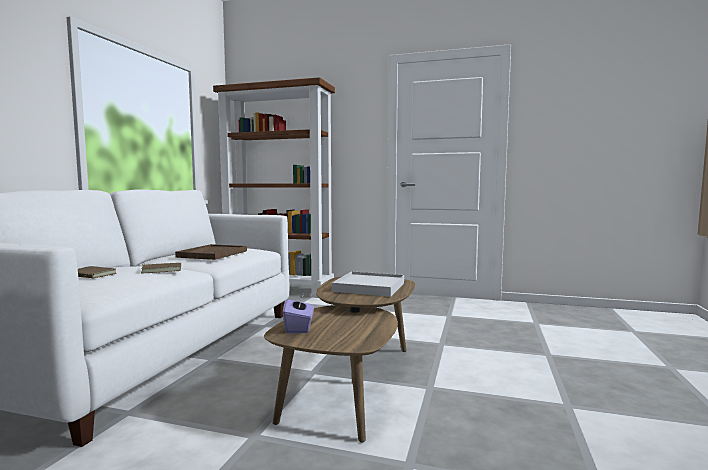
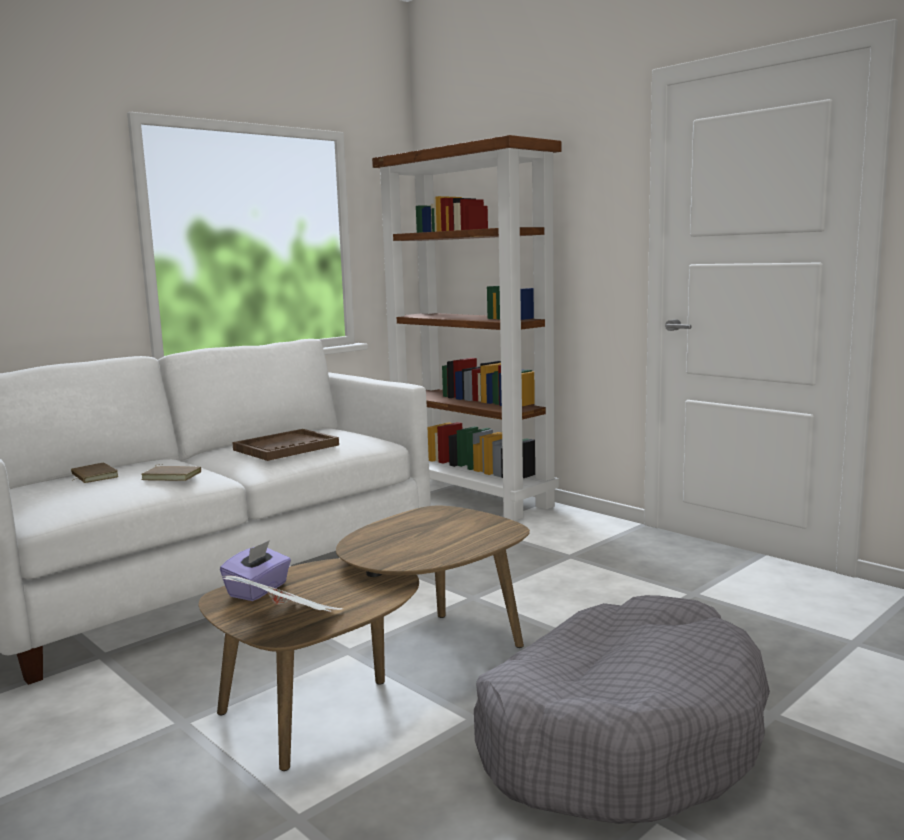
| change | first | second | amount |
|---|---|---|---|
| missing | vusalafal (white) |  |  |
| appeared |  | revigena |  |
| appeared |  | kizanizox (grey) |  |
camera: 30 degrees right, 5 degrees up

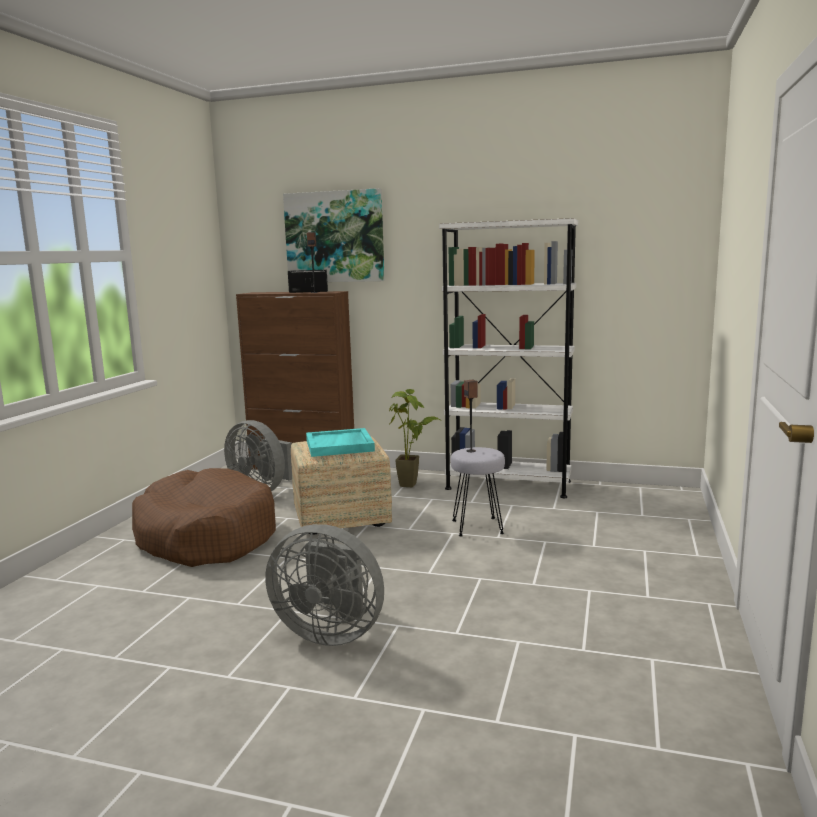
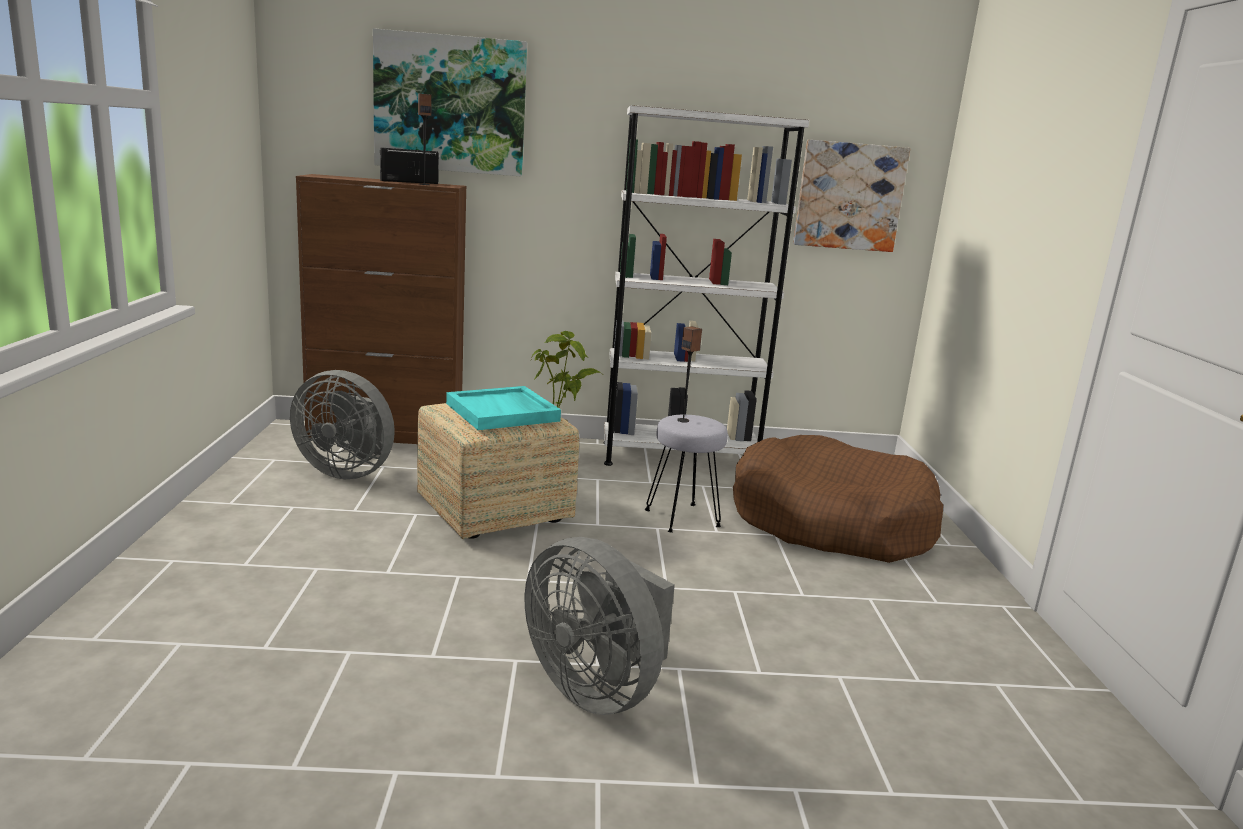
| change | first | second | amount |
|---|---|---|---|
| appeared |  | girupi (no. 2 from left) |  |
| relocated | kizanizox (brown) |  |  |
| spun | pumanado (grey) (no. 2 from left) |  | 45 degrees clockwise |
camera: 20 degrees left, 5 degrees up

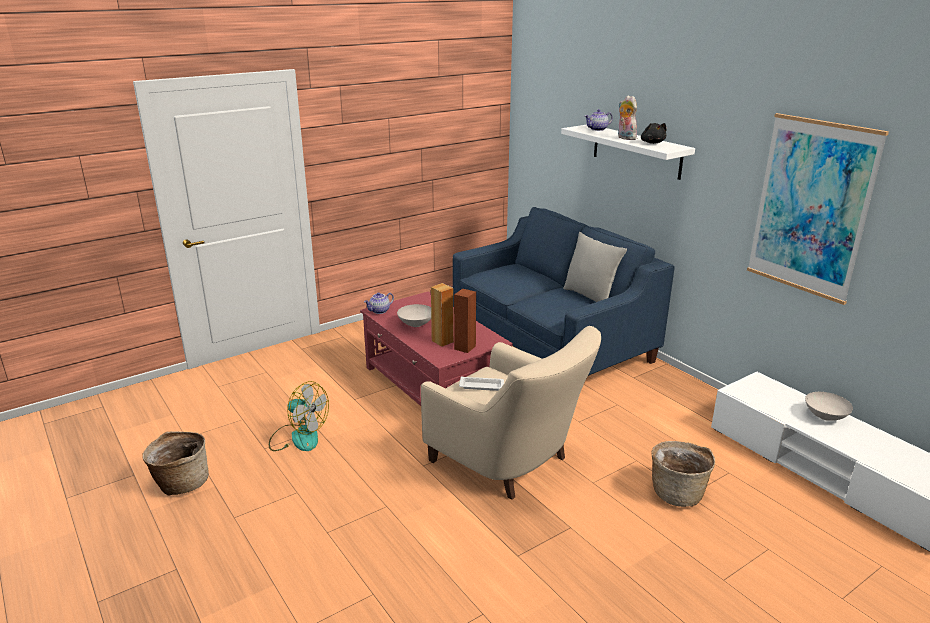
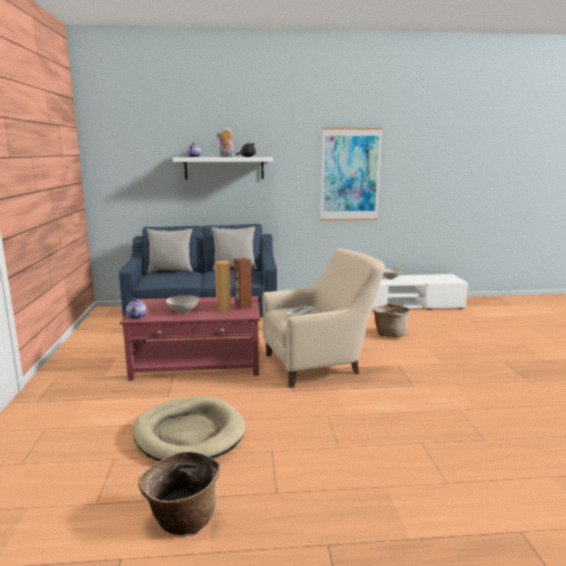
| change | first | second | amount |
|---|---|---|---|
| appeared |  | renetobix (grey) (no. 1 from left) |  |
| exchanged | pumanado | kizanizox (beige) |  |
camera: 60 degrees left, 10 degrees down

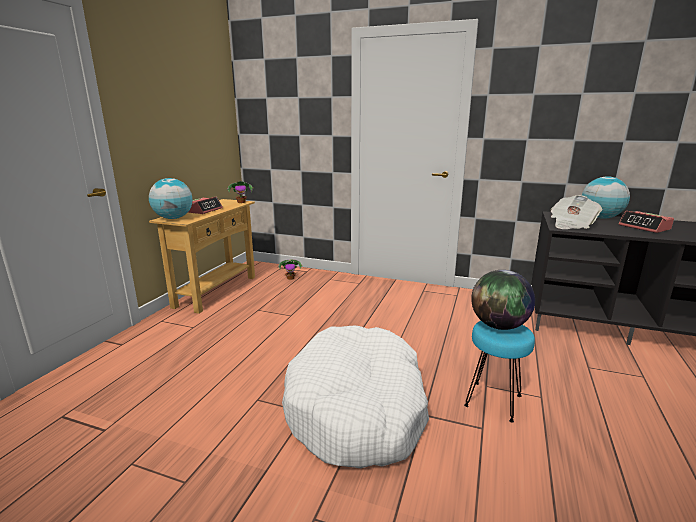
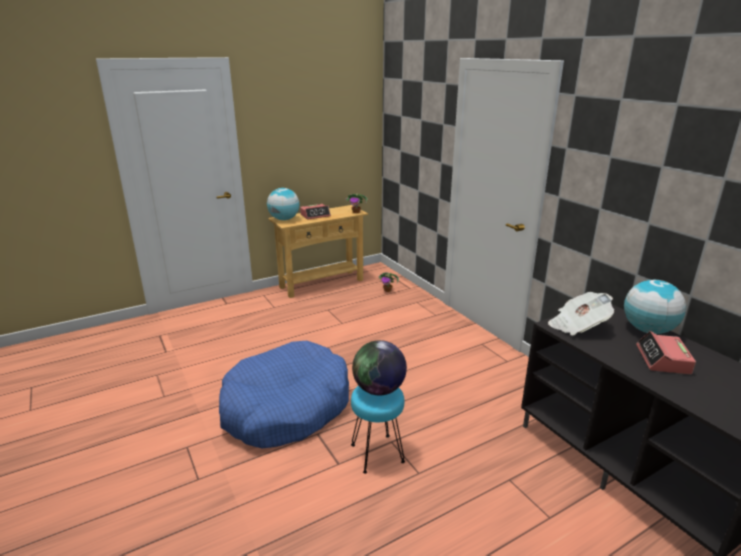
| change | first | second | amount |
|---|---|---|---|
| colour | kizanizox (white) | kizanizox (blue) |  |
camera: 40 degrees right, 5 degrees up

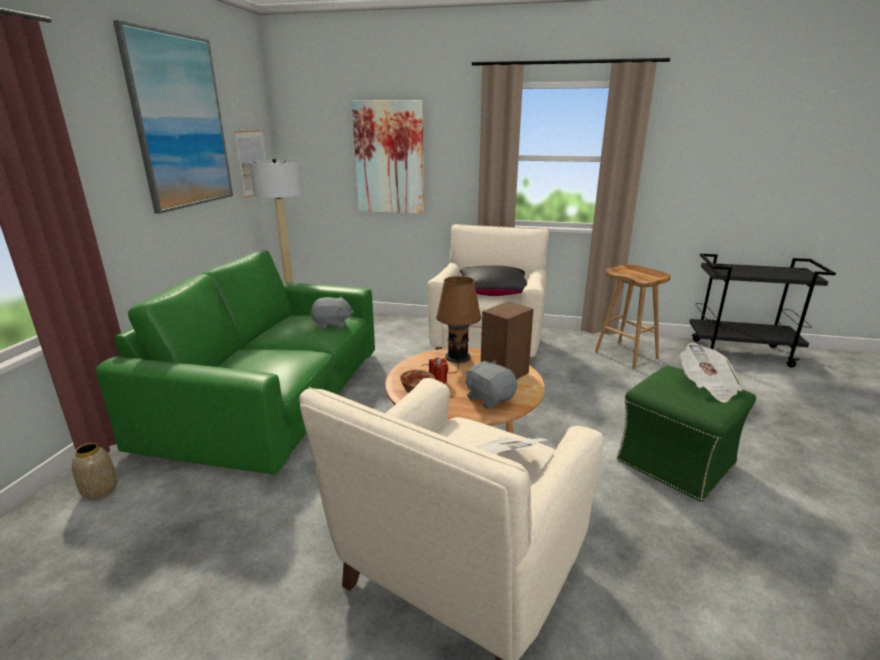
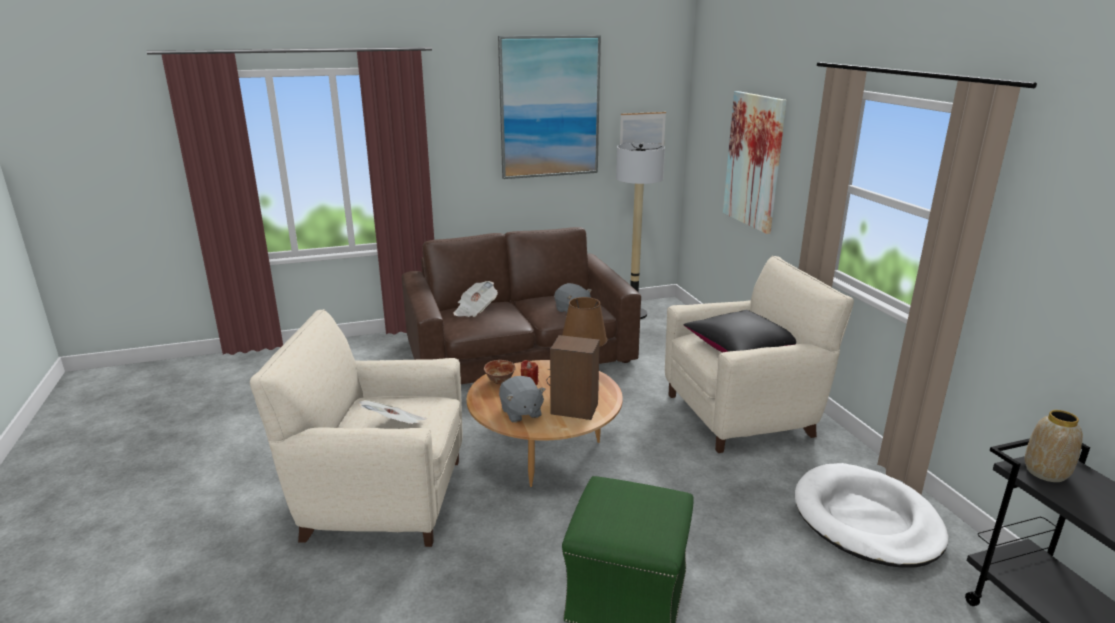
| change | first | second | amount |
|---|---|---|---|
| relocated | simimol |  |  |
| relocated | revigena (no. 2 from left) |  |  |
| exchanged | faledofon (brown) | kizanizox (white) |  |
| colour | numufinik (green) | numufinik (brown) |  |
| spun | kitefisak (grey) (no. 2 from left in the first image) | kitefisak (grey) (no. 1 from left) | 135 degrees clockwise |
camera: 60 degrees right, 0 degrees up

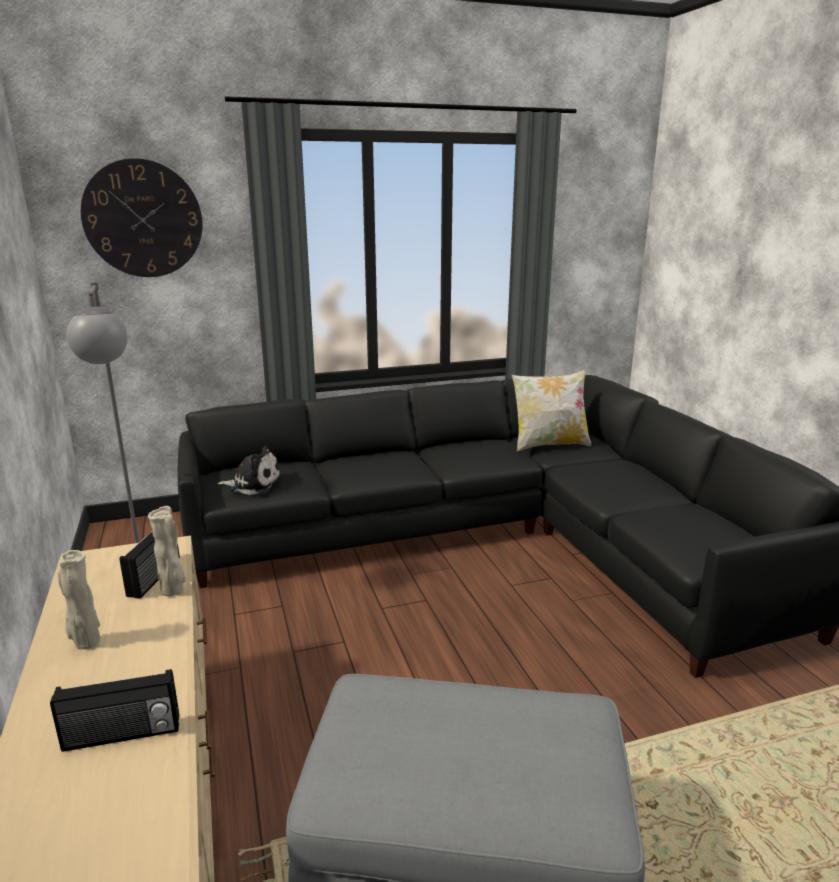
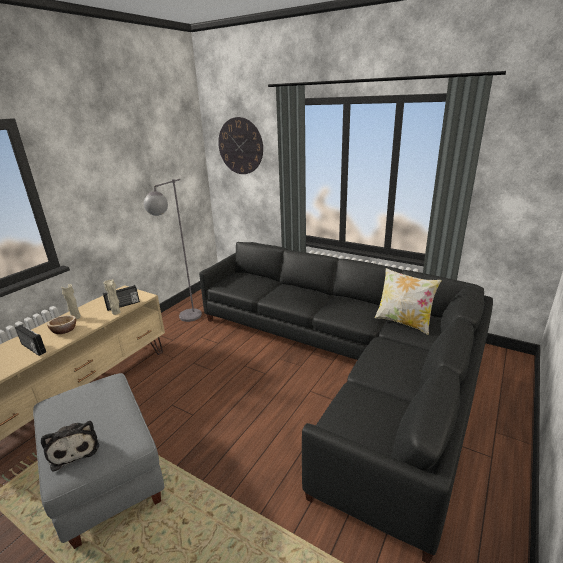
| change | first | second | amount |
|---|---|---|---|
| appeared |  | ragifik |  |
| relocated | kitefisak |  |  |
camera: 50 degrees right, 5 degrees up

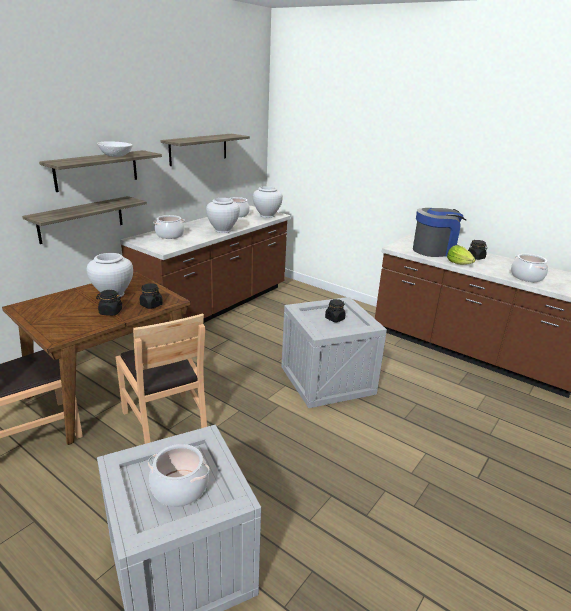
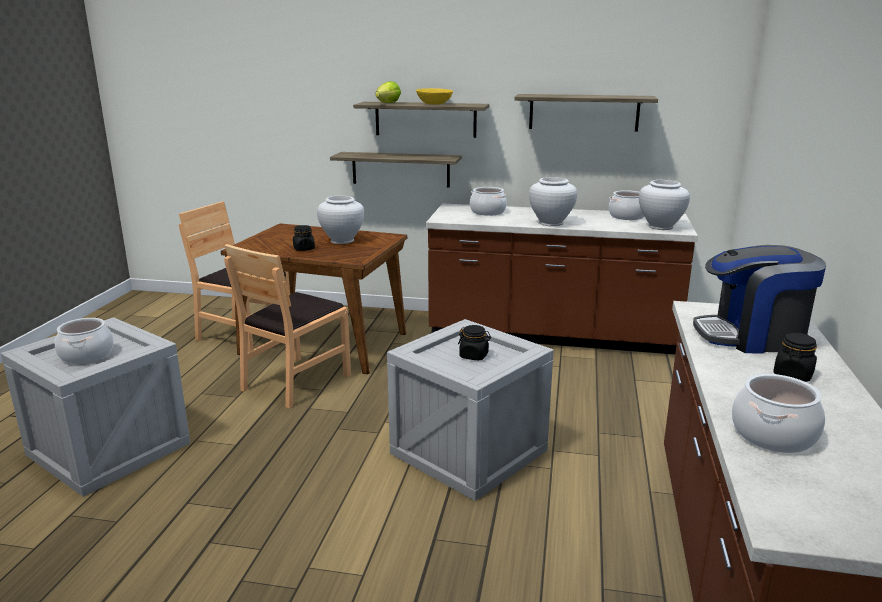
| change | first | second | amount |
|---|---|---|---|
| missing | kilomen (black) (no. 2 from left) |  |  |
| relocated | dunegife |  |  |
| colour | ragifik (white) | ragifik (yellow) |  |
| spun | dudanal |  | 135 degrees clockwise |
camera: 65 degrees right, 5 degrees down

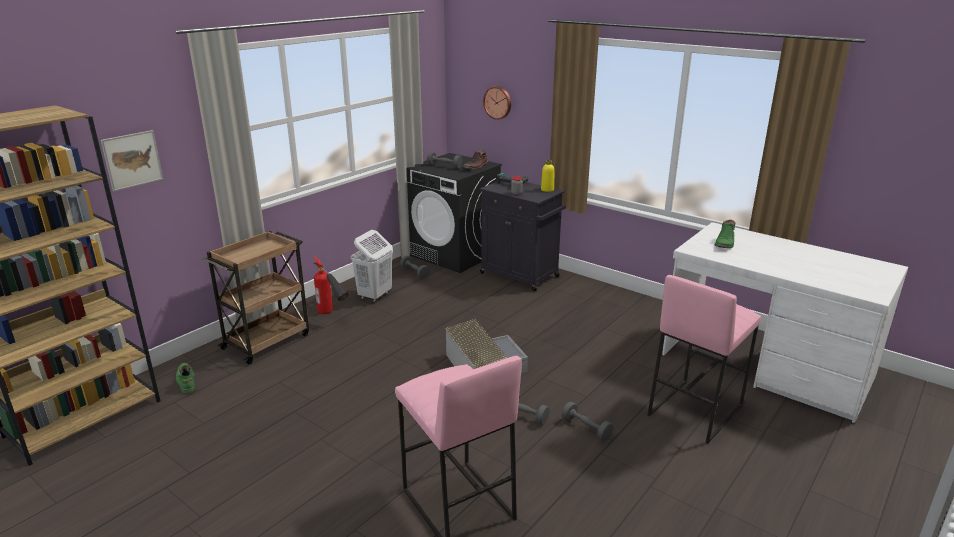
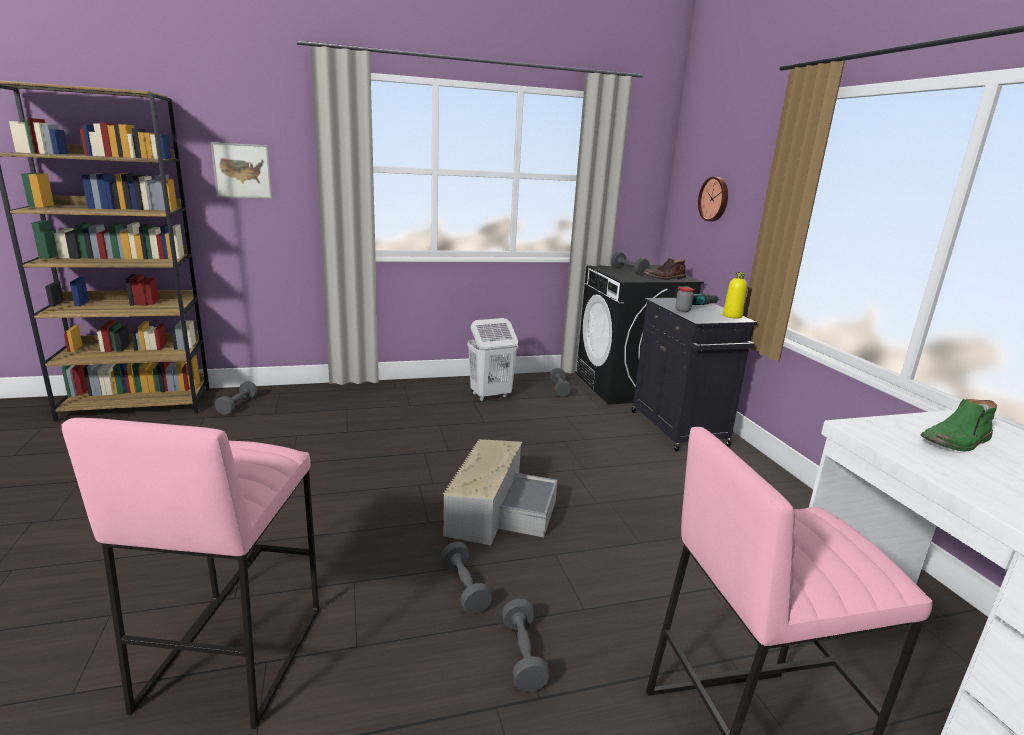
| change | first | second | amount |
|---|---|---|---|
| missing | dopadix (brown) |  |  |
| missing | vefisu |  |  |
| exchanged | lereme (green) (no. 1 from left) | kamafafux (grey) (no. 1 from left) |  |
camera: 35 degrees right, 5 degrees down

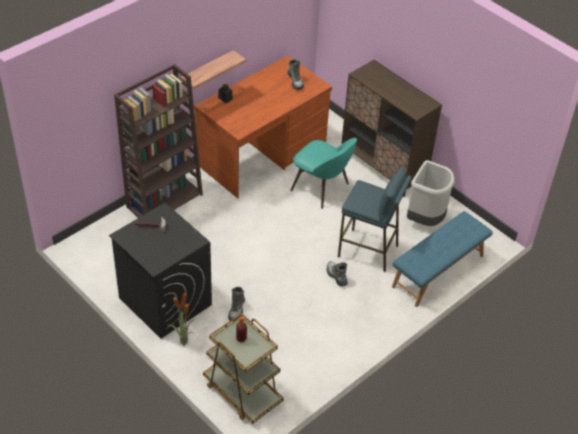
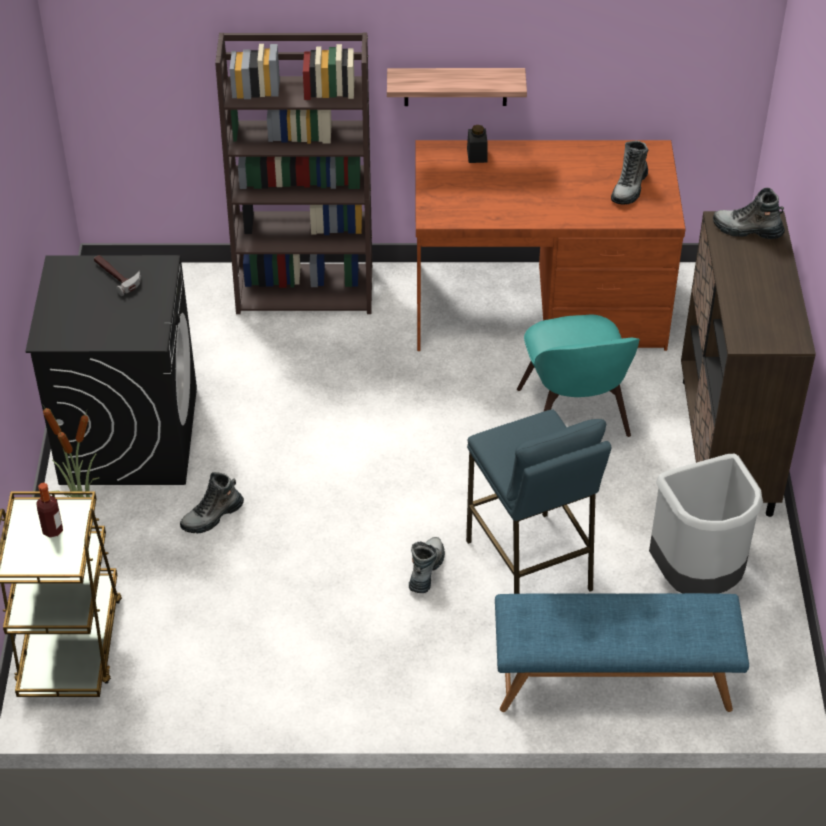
| change | first | second | amount |
|---|---|---|---|
| appeared |  | lereme (no. 4 from left) |  |
camera: 45 degrees right, 0 degrees up

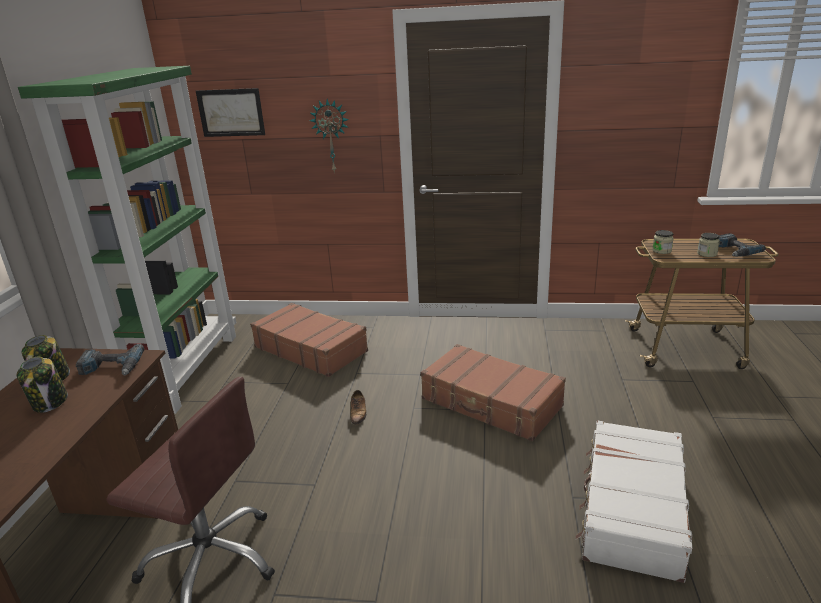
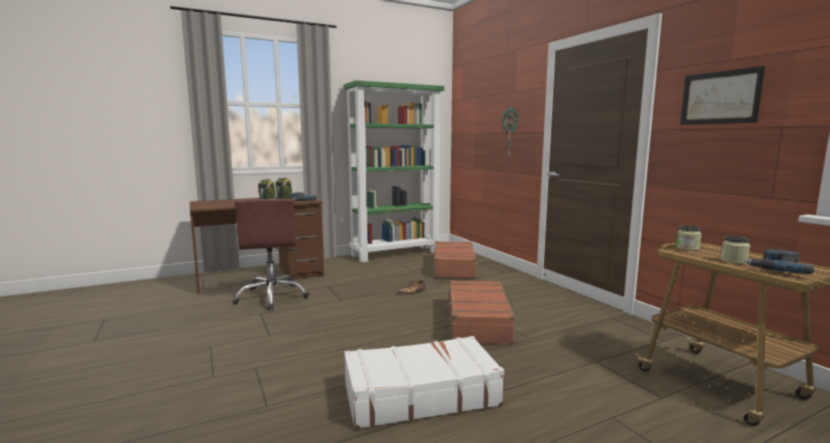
| change | first | second | amount |
|---|---|---|---|
| relocated | girupi |  |  |
camera: 55 degrees right, 15 degrees down

